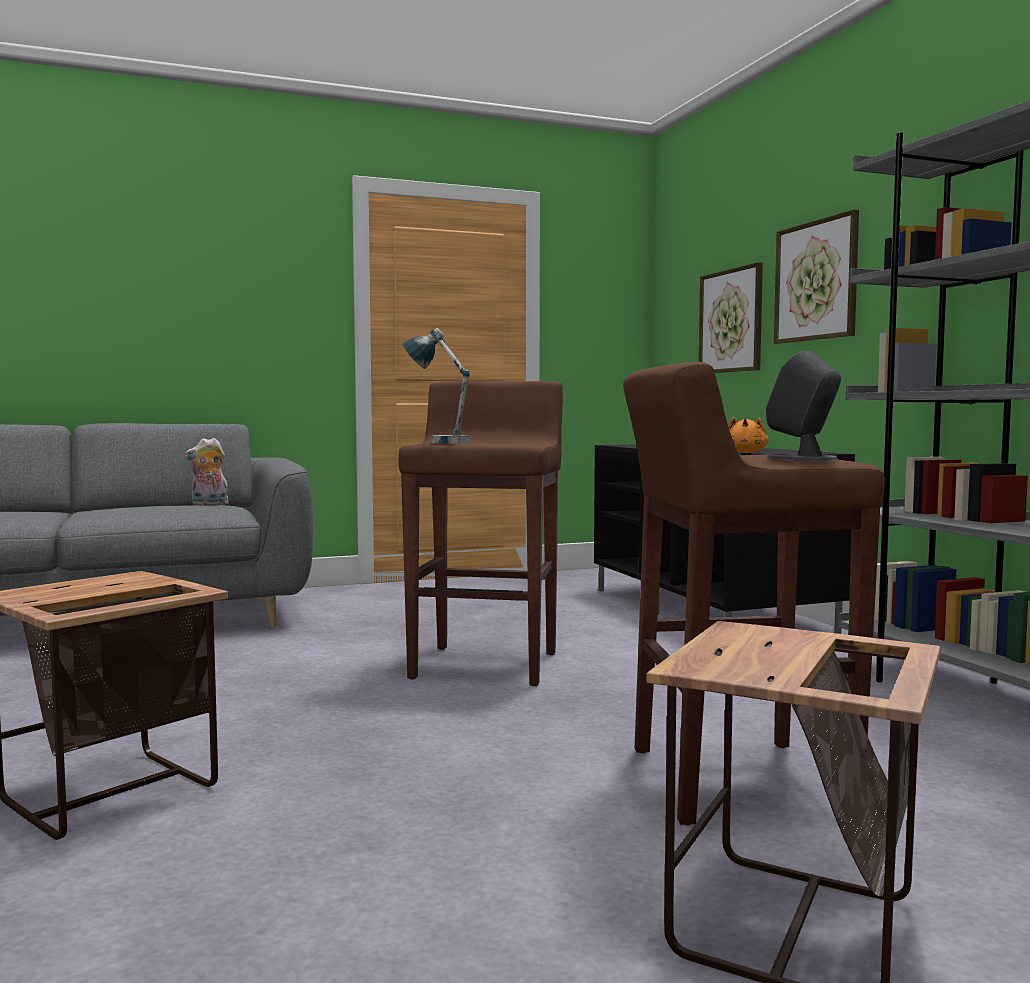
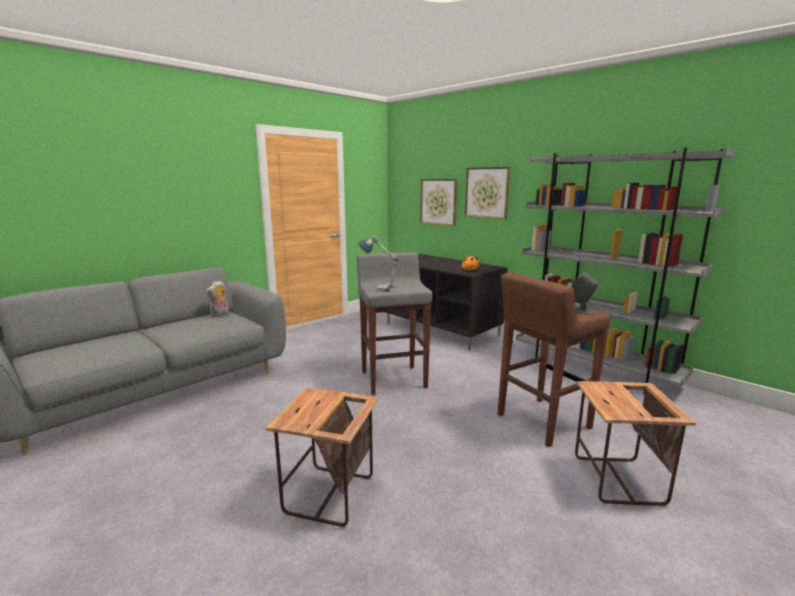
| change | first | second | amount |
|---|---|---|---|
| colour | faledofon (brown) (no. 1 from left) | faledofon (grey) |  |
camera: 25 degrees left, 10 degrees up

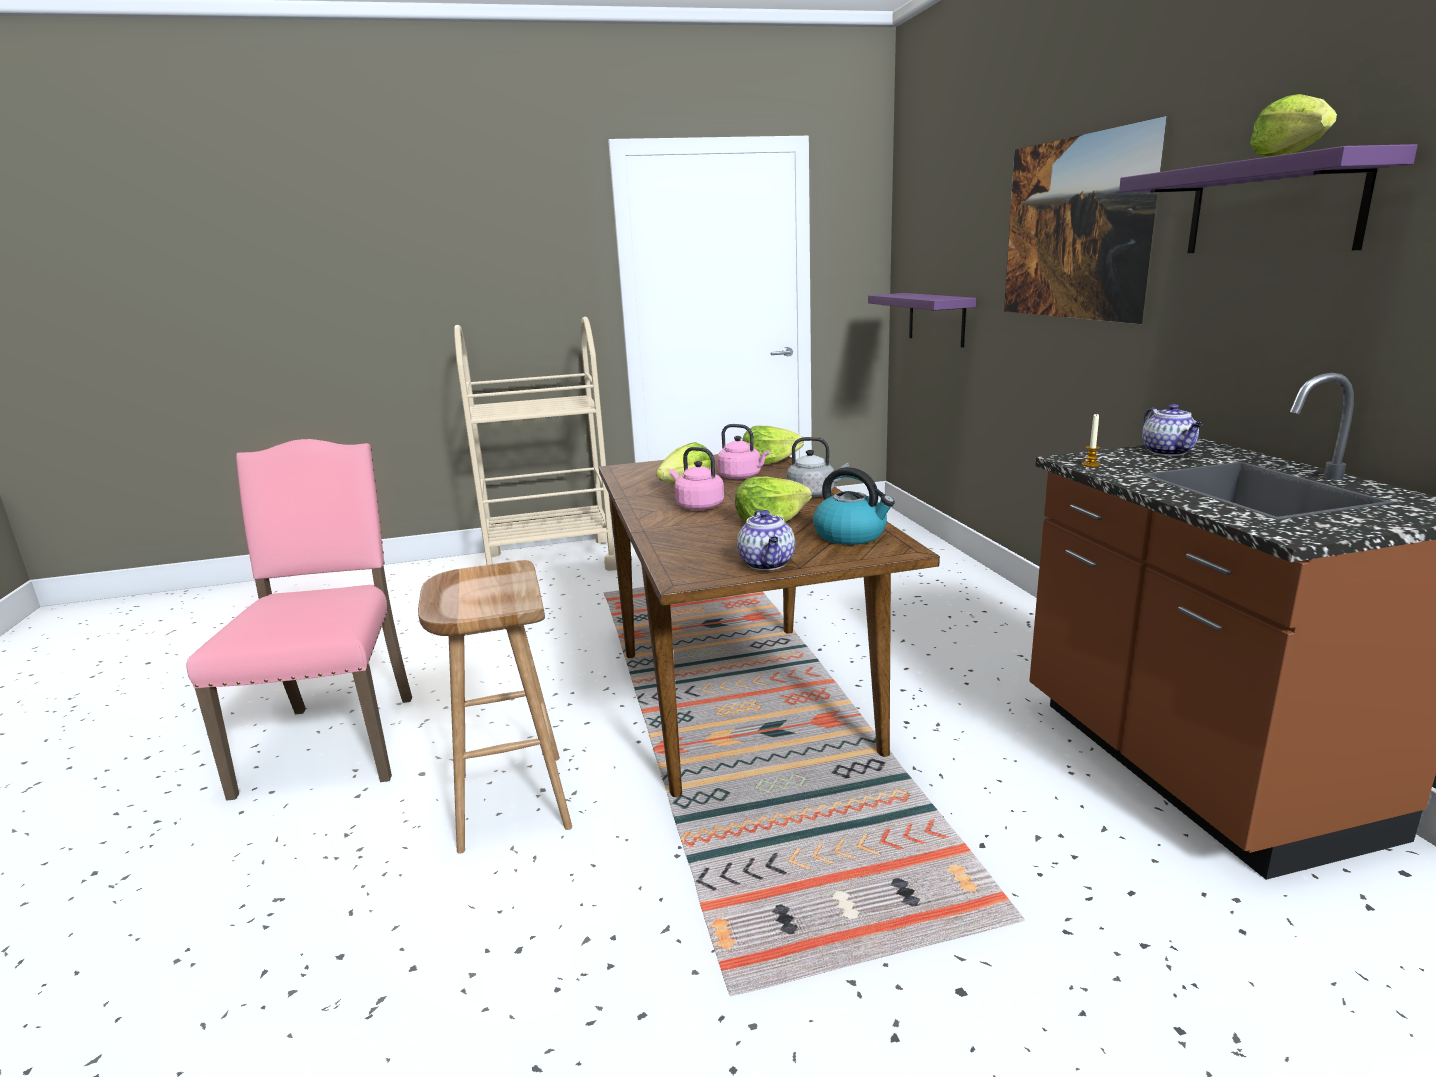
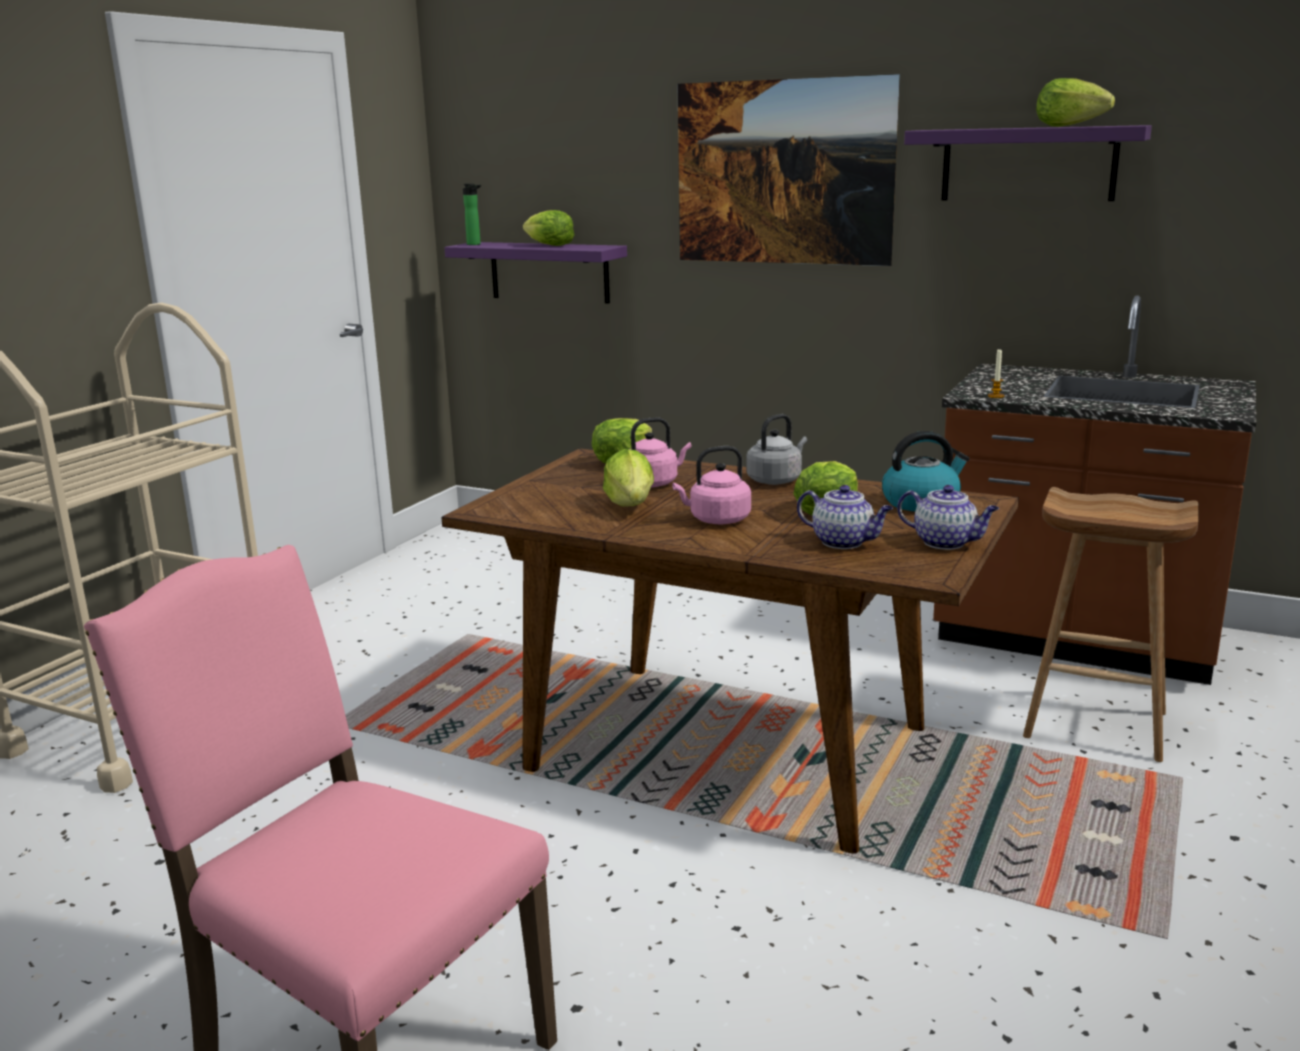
| change | first | second | amount |
|---|---|---|---|
| appeared |  | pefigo |  |
| appeared |  | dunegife (no. 1 from left) |  |
| relocated | faledofon (brown) |  |  |
| relocated | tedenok (no. 2 from left in the first image) | tedenok (no. 1 from left) |  |
camera: 50 degrees left, 0 degrees up

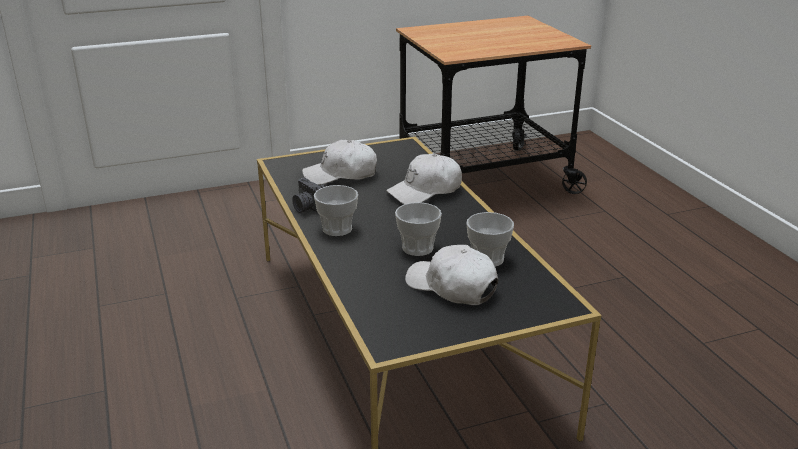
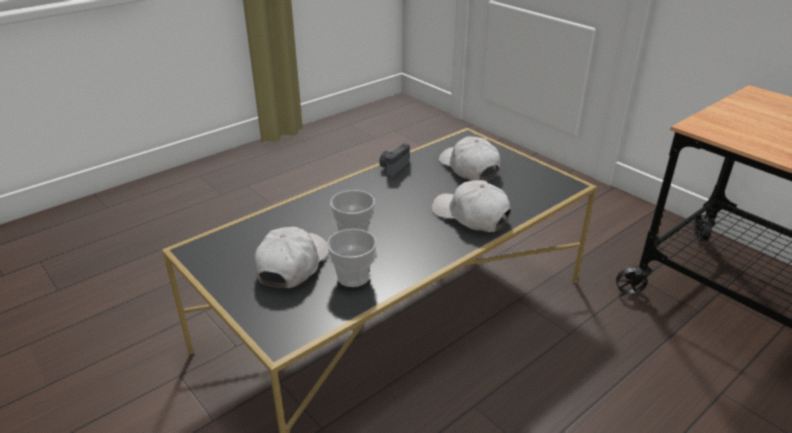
| change | first | second | amount |
|---|---|---|---|
| missing | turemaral (no. 1 from left) |  |  |
camera: 70 degrees right, 5 degrees up

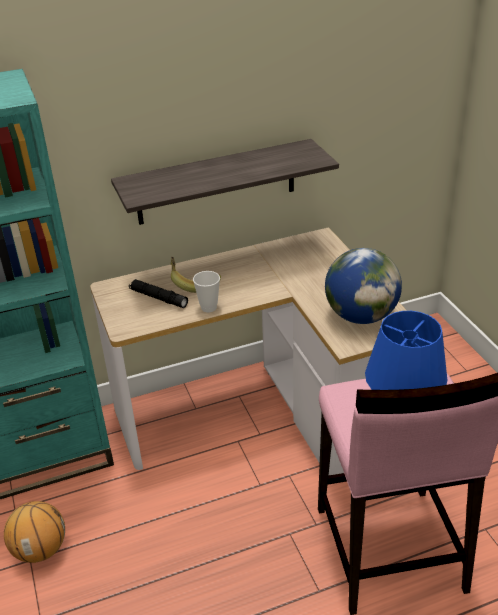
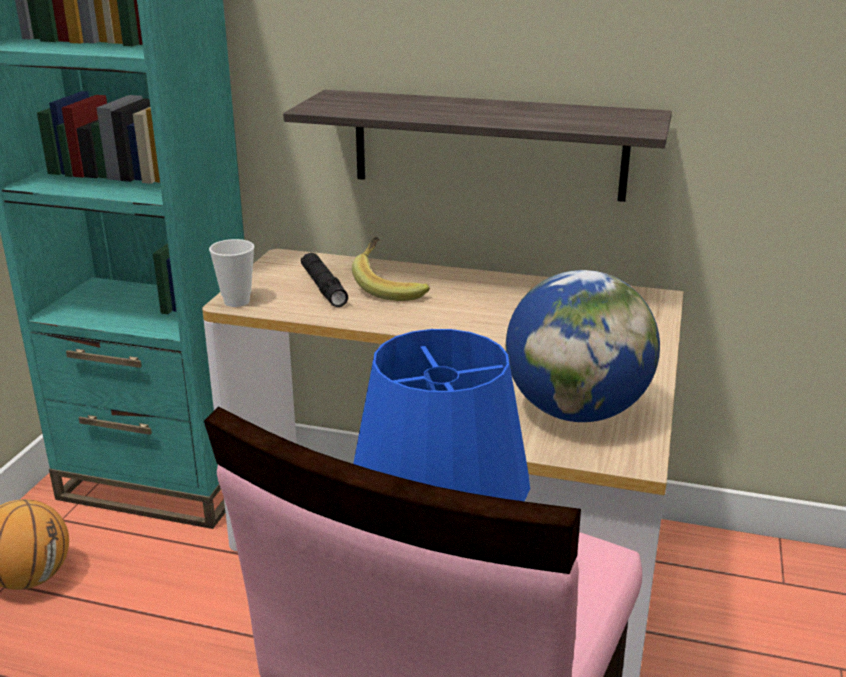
| change | first | second | amount |
|---|---|---|---|
| relocated | turemaral |  |  |
camera: 35 degrees right, 10 degrees down

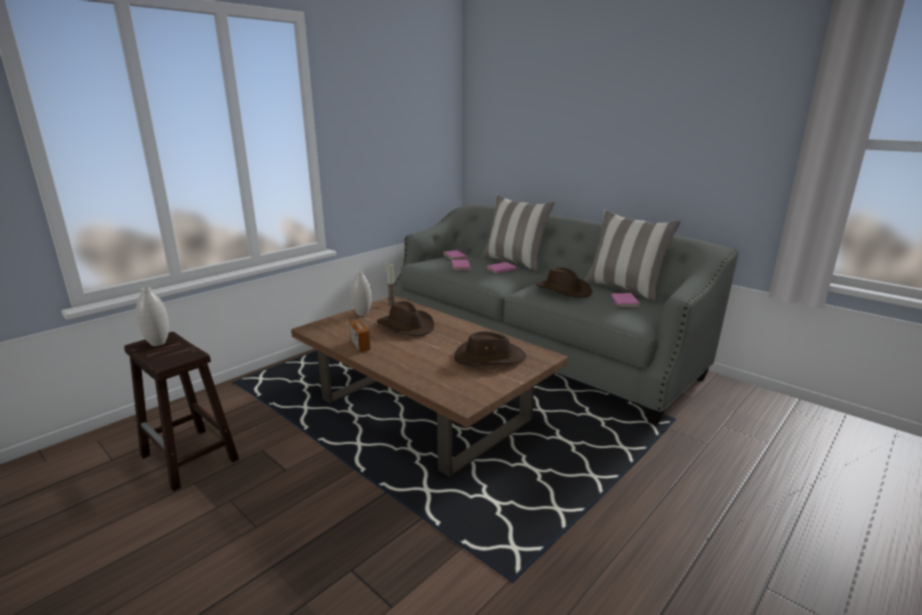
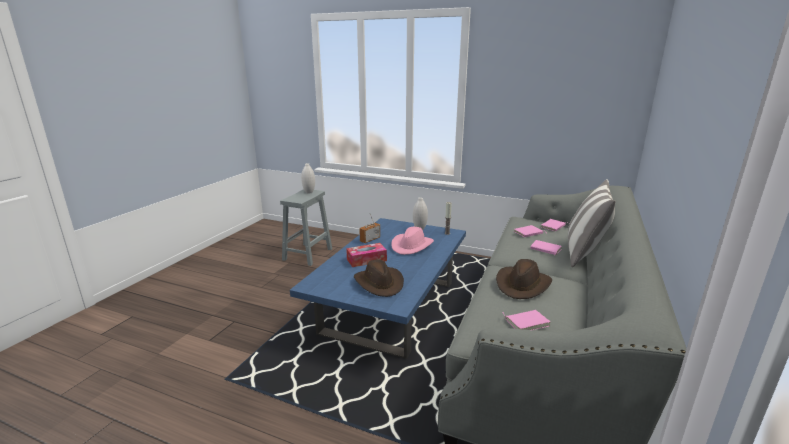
| change | first | second | amount |
|---|---|---|---|
| missing | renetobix (no. 2 from left) |  |  |
| appeared |  | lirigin |  |
| colour | faledofon (brown) | faledofon (grey) |  |
| colour | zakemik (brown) | zakemik (blue) |  |
| colour | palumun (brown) (no. 1 from left) | palumun (pink) |  |
camera: 70 degrees right, 0 degrees up

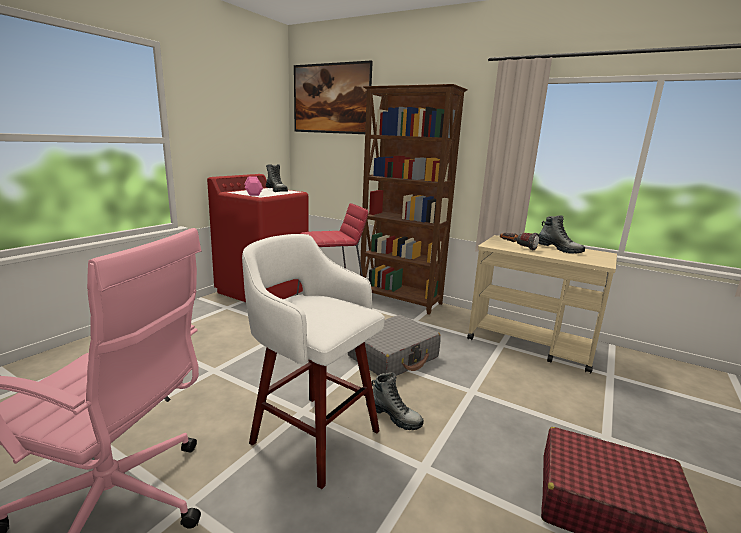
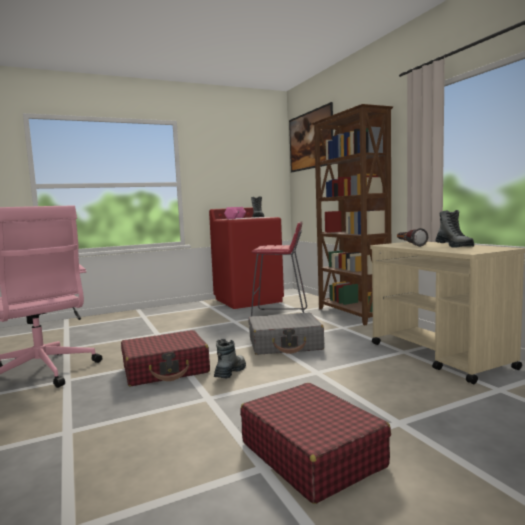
| change | first | second | amount |
|---|---|---|---|
| exchanged | faledofon (white) | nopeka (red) (no. 1 from left) |  |
| spun | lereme (no. 2 from left in the first image) | lereme (no. 1 from left) | 135 degrees counterclockwise |
camera: 35 degrees right, 10 degrees down

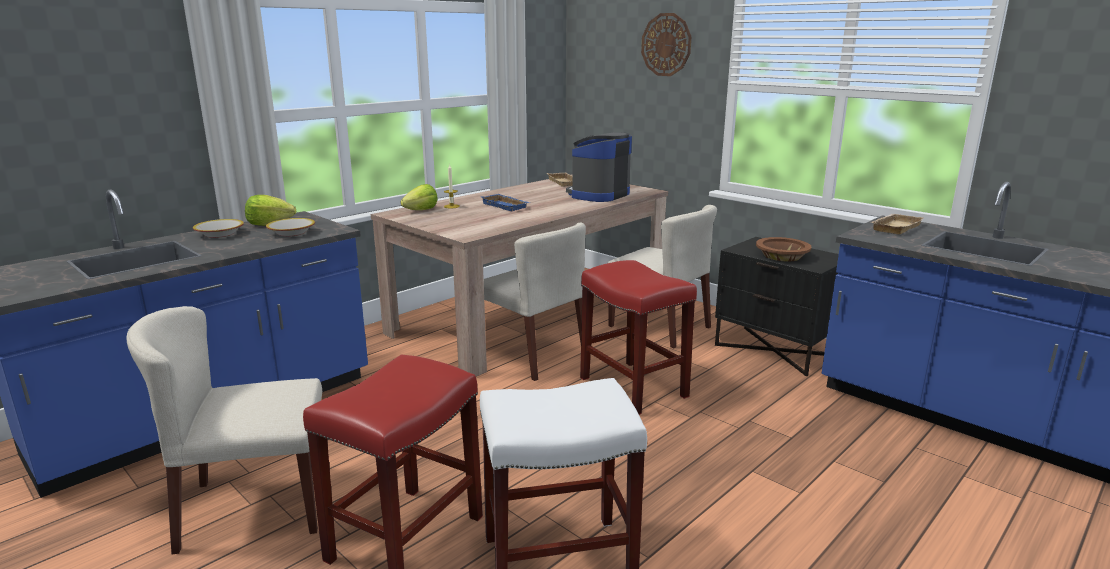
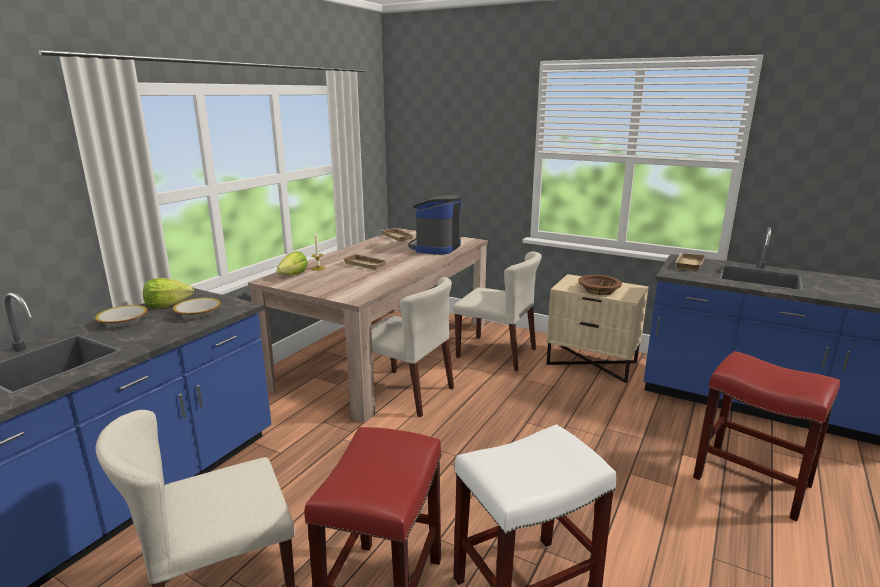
| change | first | second | amount |
|---|---|---|---|
| missing | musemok |  |  |
| relocated | faledofon (red) (no. 2 from left) |  |  |
| colour | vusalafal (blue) | vusalafal (beige) (no. 1 from left) |  |
| colour | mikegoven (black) | mikegoven (beige) |  |
camera: 15 degrees left, 0 degrees up

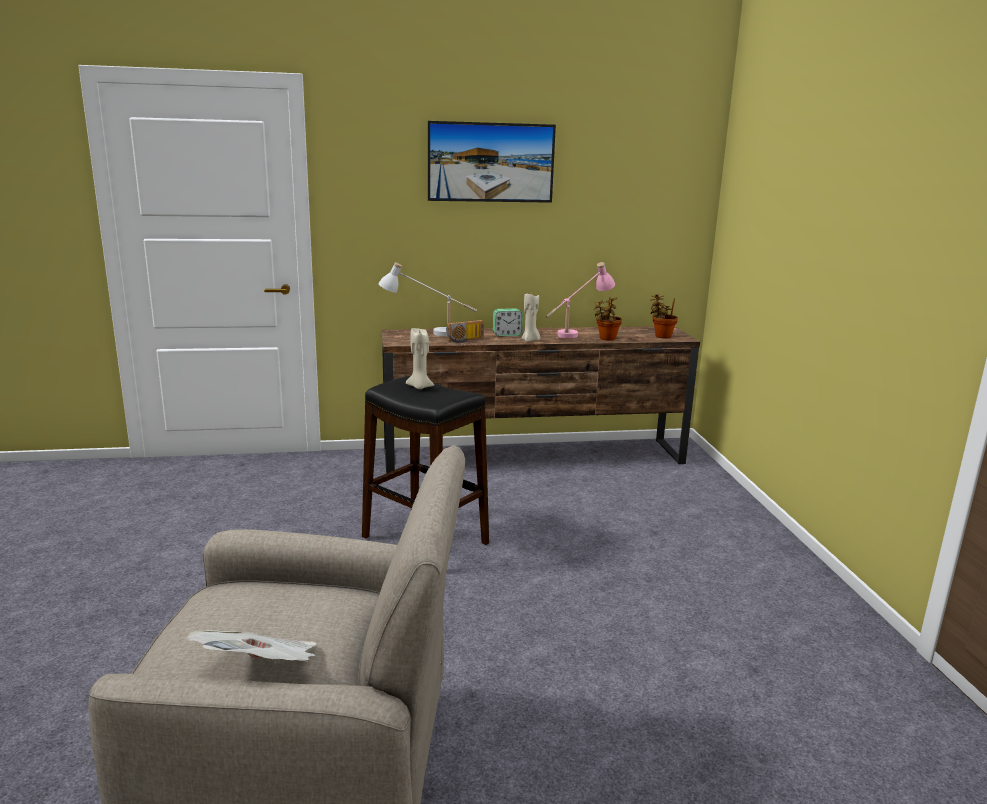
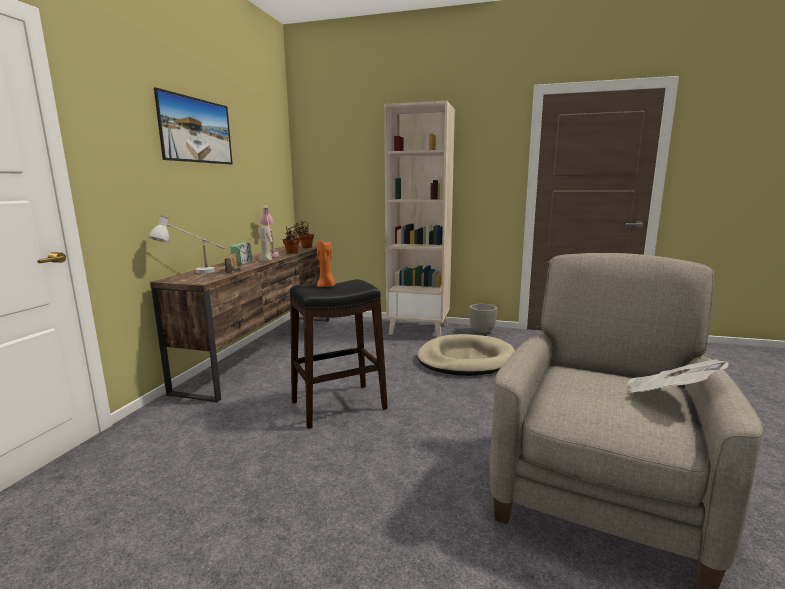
| change | first | second | amount |
|---|---|---|---|
| appeared |  | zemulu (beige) |  |
| appeared |  | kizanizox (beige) |  |
| appeared |  | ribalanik |  |
| colour | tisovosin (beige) (no. 1 from left) | tisovosin (orange) |  |
camera: 65 degrees left, 5 degrees down

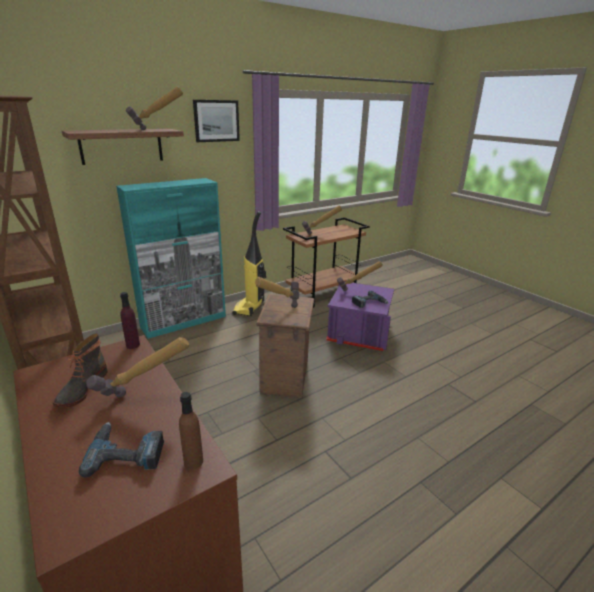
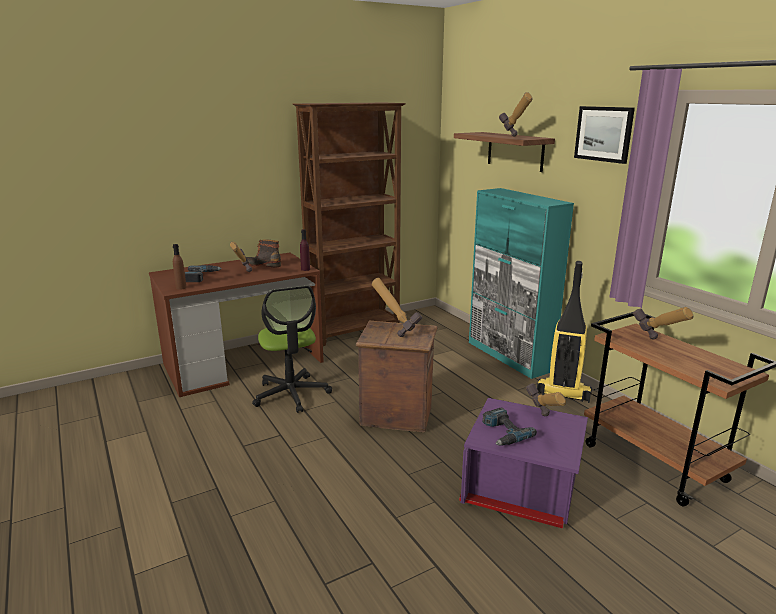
| change | first | second | amount |
|---|---|---|---|
| appeared |  | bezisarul |  |
camera: 95 degrees right, 5 degrees down

